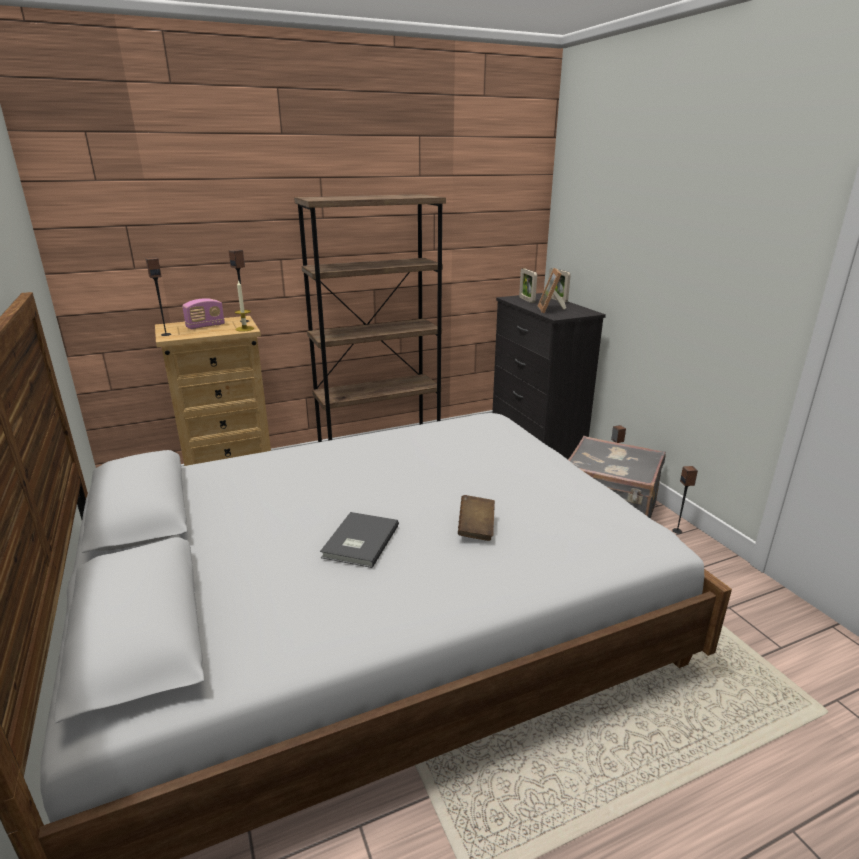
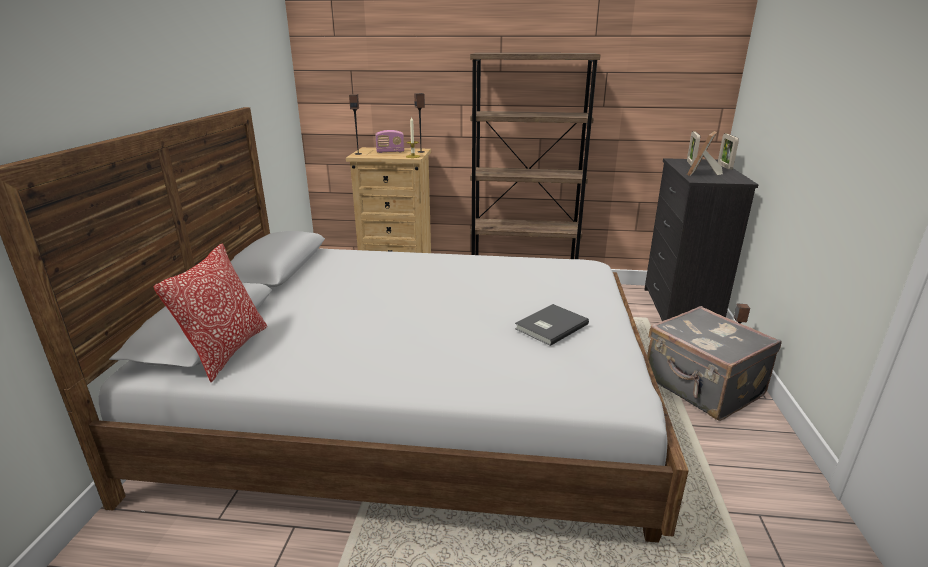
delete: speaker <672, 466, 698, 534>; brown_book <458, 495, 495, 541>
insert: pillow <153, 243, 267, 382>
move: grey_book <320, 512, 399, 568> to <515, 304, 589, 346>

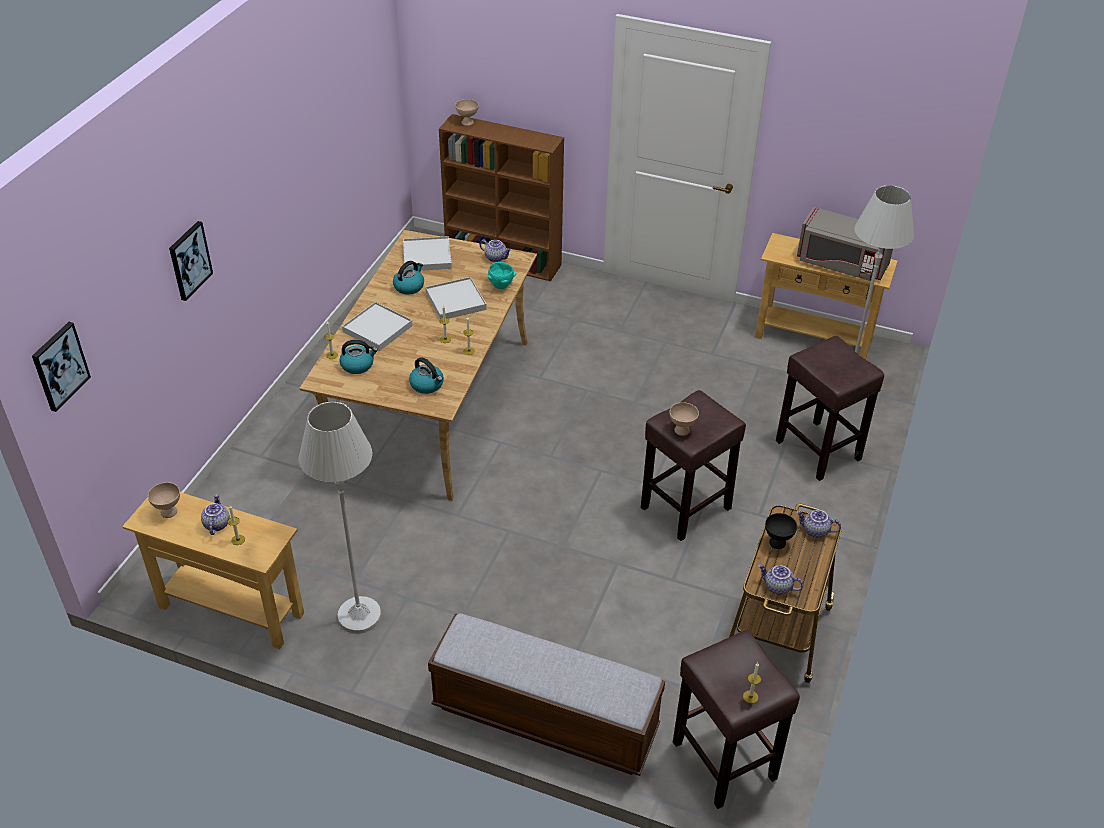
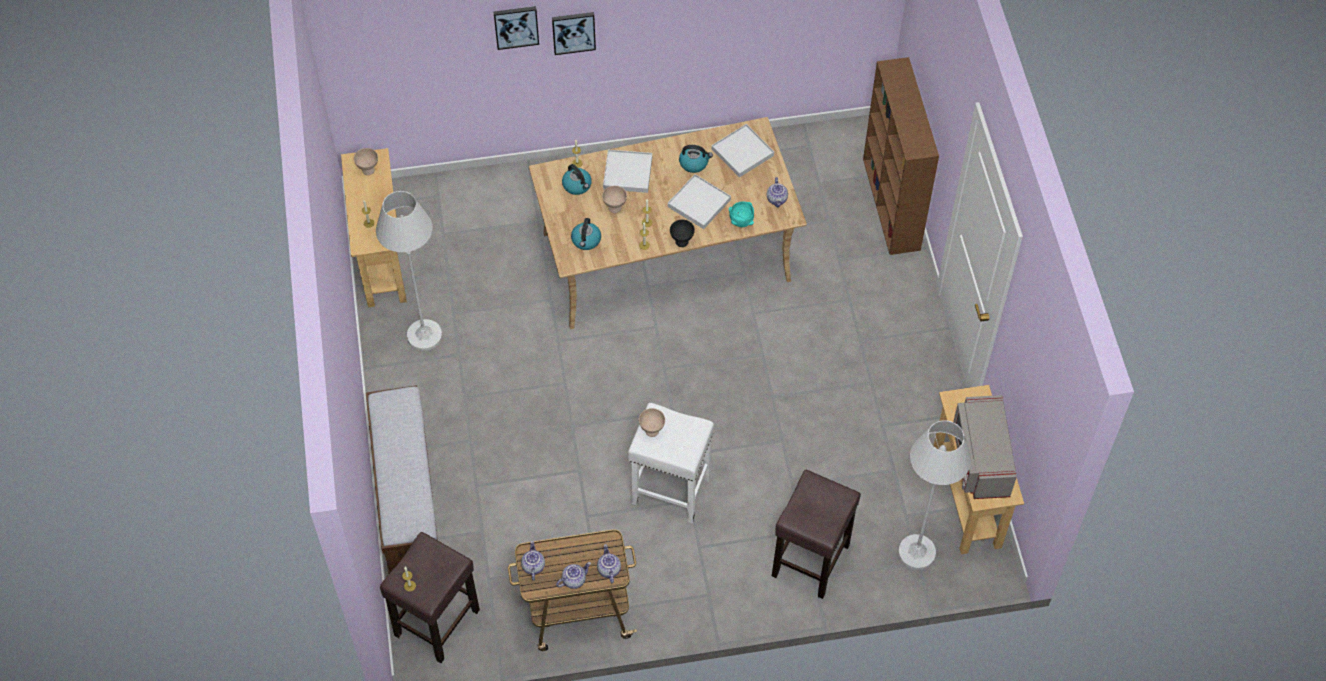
move: beige_bowl <455, 99, 479, 126> to <602, 186, 627, 213>; picture <32, 322, 91, 412> to <552, 12, 596, 55>; teapot <201, 494, 230, 535> to <556, 562, 591, 589>; black_bowl <765, 513, 797, 549> to <670, 220, 695, 247>
recolor: brown_stool <641, 390, 746, 541> to white_stool <628, 403, 714, 524>

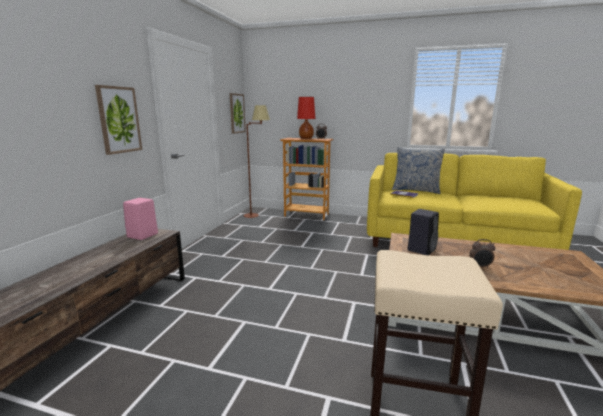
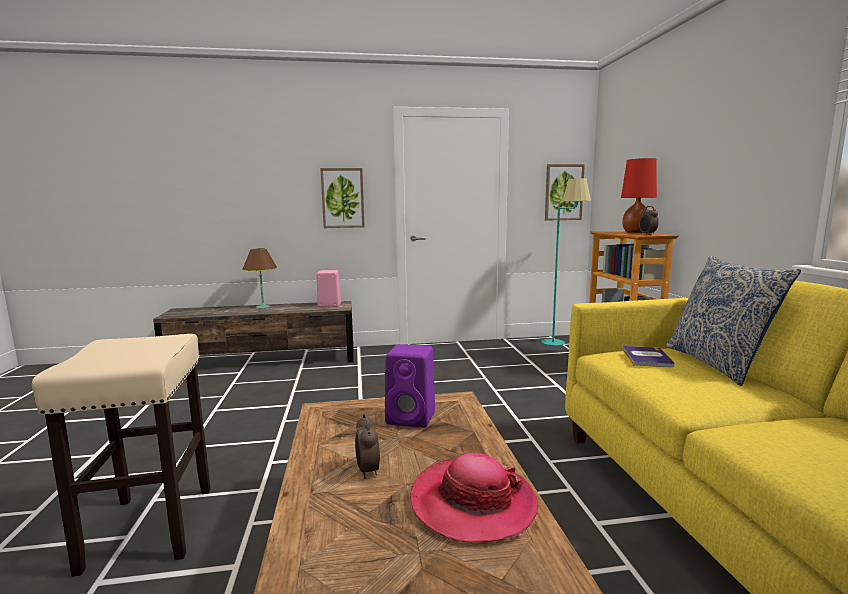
insert: brown_table_lamp <242, 248, 277, 308>; hat <410, 453, 538, 543>
recolor: brown_floor_lamp <244, 105, 270, 218> to turquoise_floor_lamp <541, 178, 591, 346>; black_speaker <408, 209, 439, 255> to purple_speaker <385, 344, 435, 428>

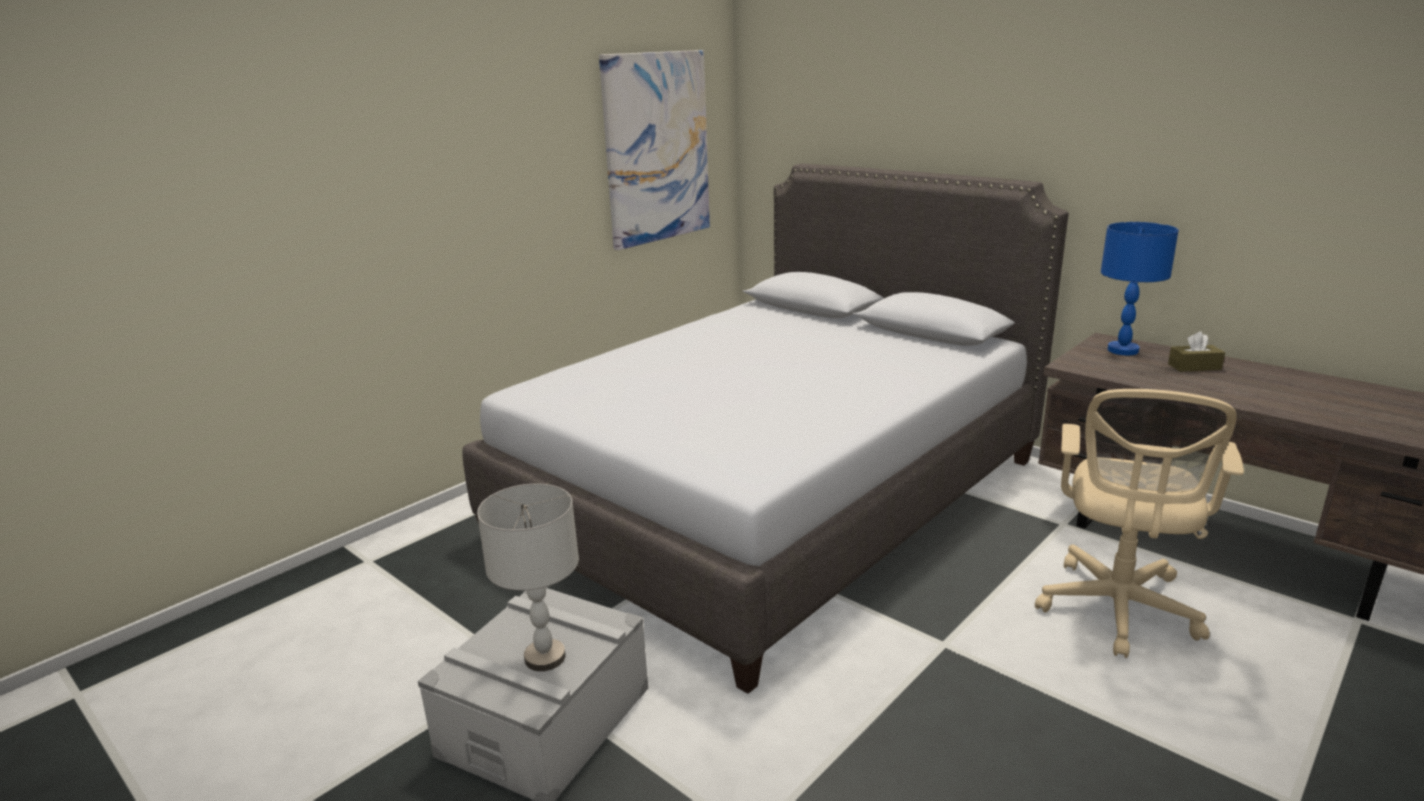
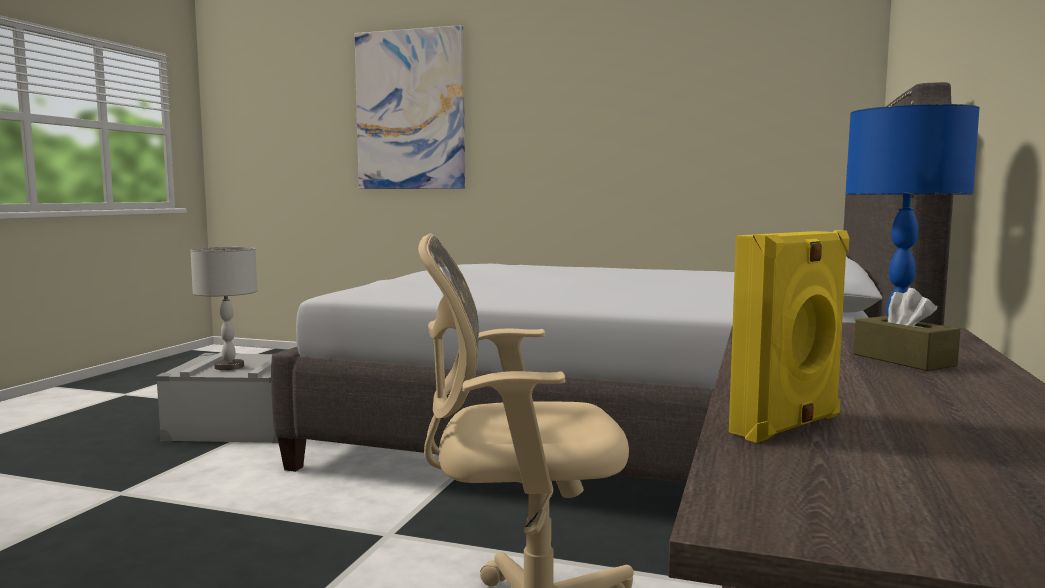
insert: yellow_speaker <729, 230, 849, 443>
move: picture <599, 50, 710, 250> to <355, 25, 465, 189>

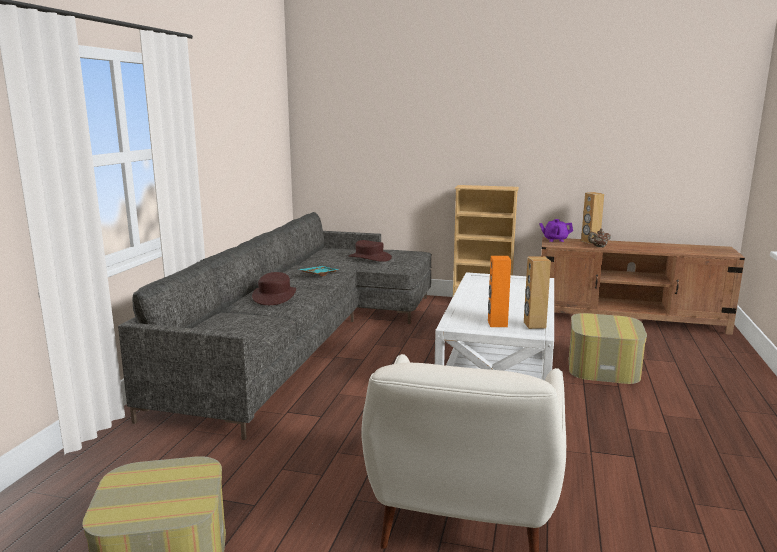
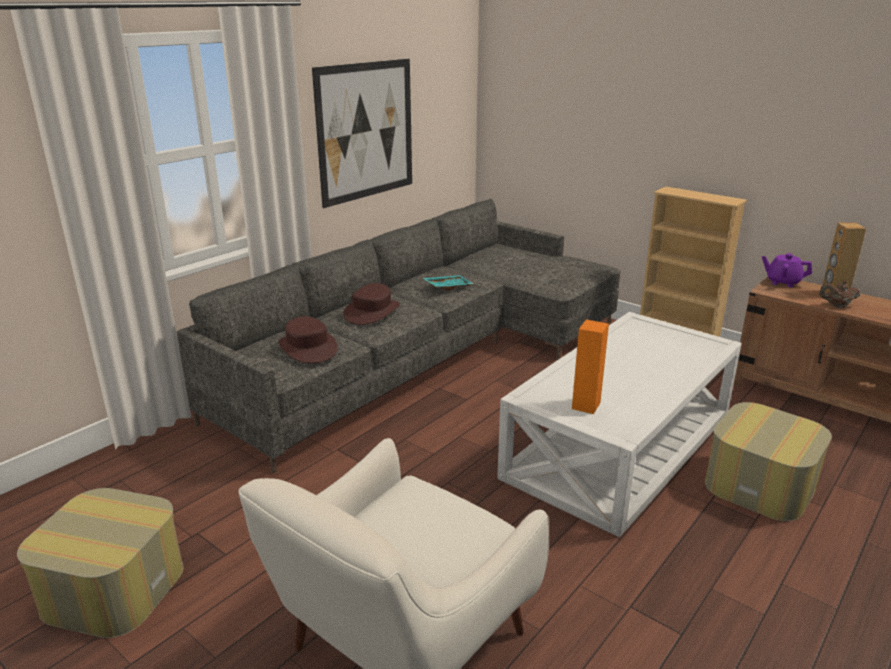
delete: brown_speaker <524, 256, 551, 329>
insert: picture <312, 59, 412, 208>
move: brown_hat <349, 240, 392, 262> to <278, 316, 338, 363>

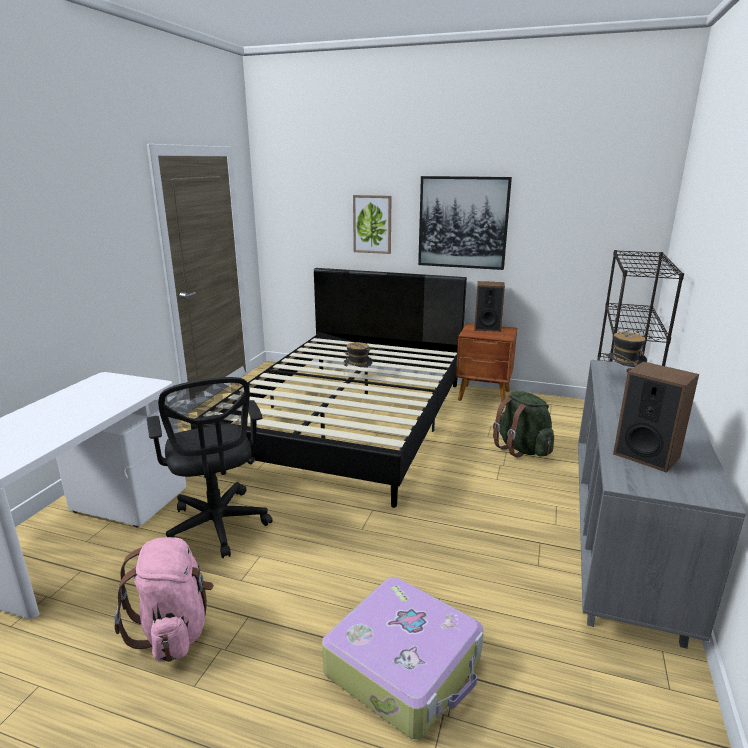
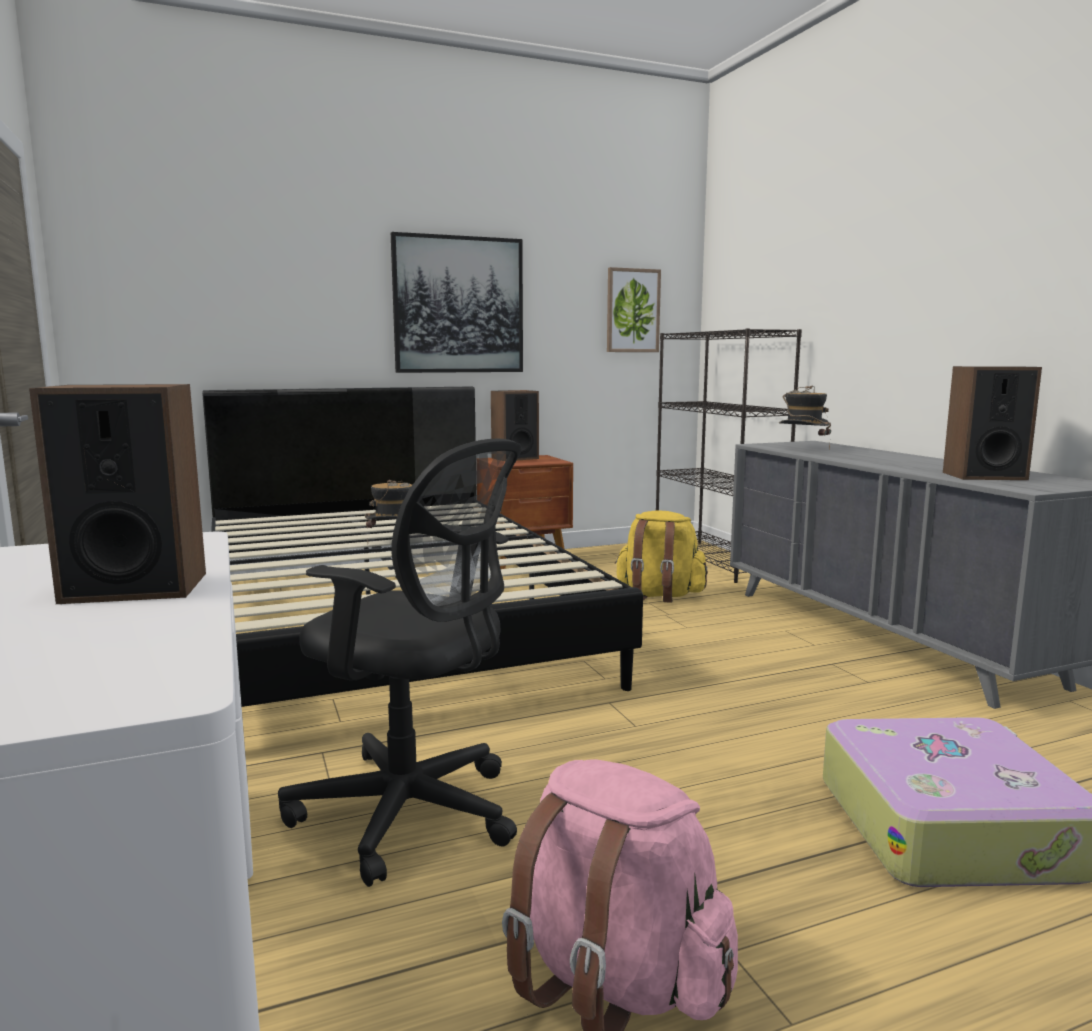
insert: speaker <29, 384, 206, 604>
move: picture <353, 195, 392, 254> to <607, 267, 661, 352>
recolor: green_backpack <493, 391, 554, 458> to yellow_backpack <614, 510, 708, 603>

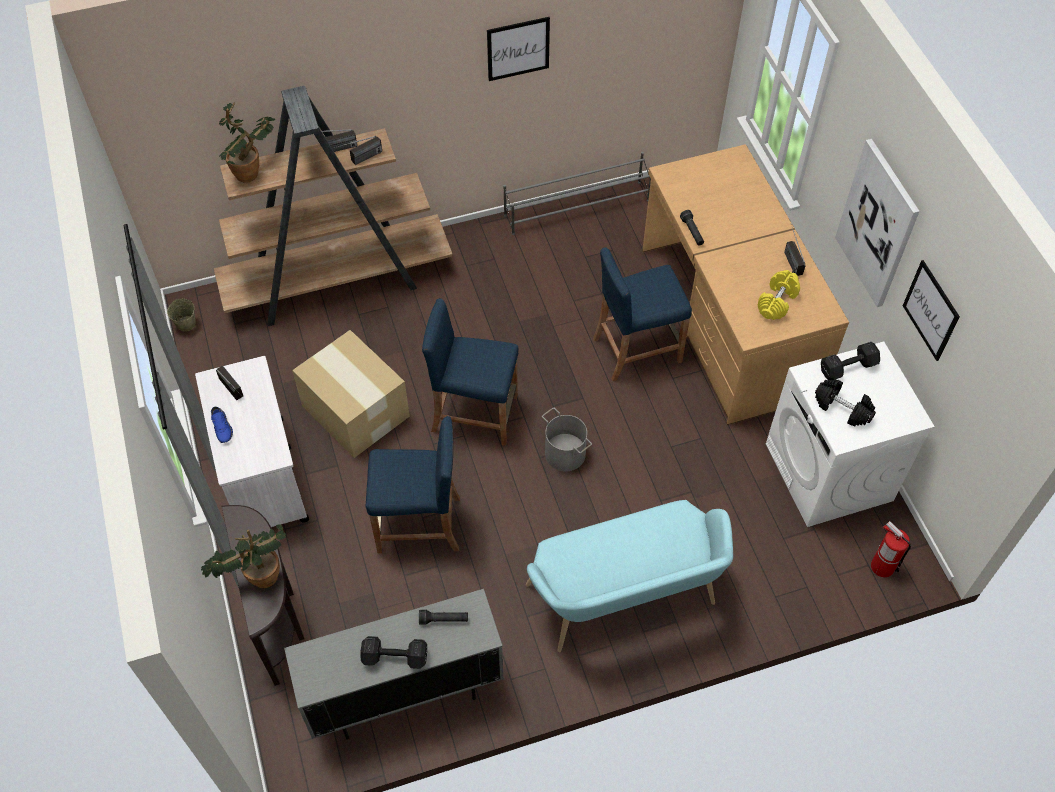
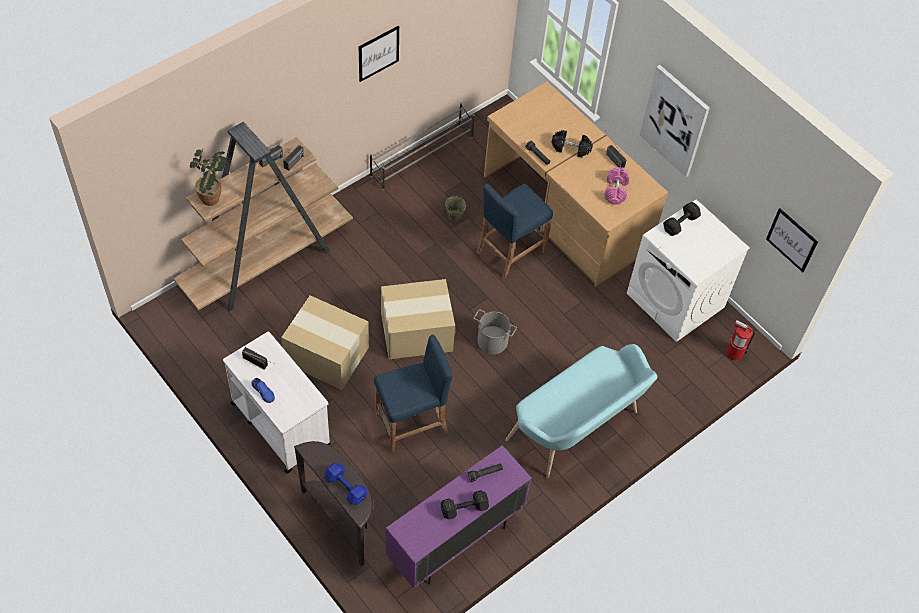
move: picture <903, 260, 960, 361> to <766, 208, 818, 272>; beige_bucket <167, 298, 196, 332> to <445, 195, 466, 221>; black_dumbbell <815, 379, 876, 427> to <551, 130, 593, 157>
replace: blue_stool <422, 298, 518, 446> to cardboard_box <381, 279, 455, 359>; potted_plant <201, 524, 286, 588> to blue_dumbbell <324, 463, 368, 504>
recolor: yellow_dumbbell <758, 270, 800, 320> to pink_dumbbell <605, 167, 630, 205>; grey_cabinet <284, 589, 504, 740> to purple_cabinet <386, 445, 532, 589>

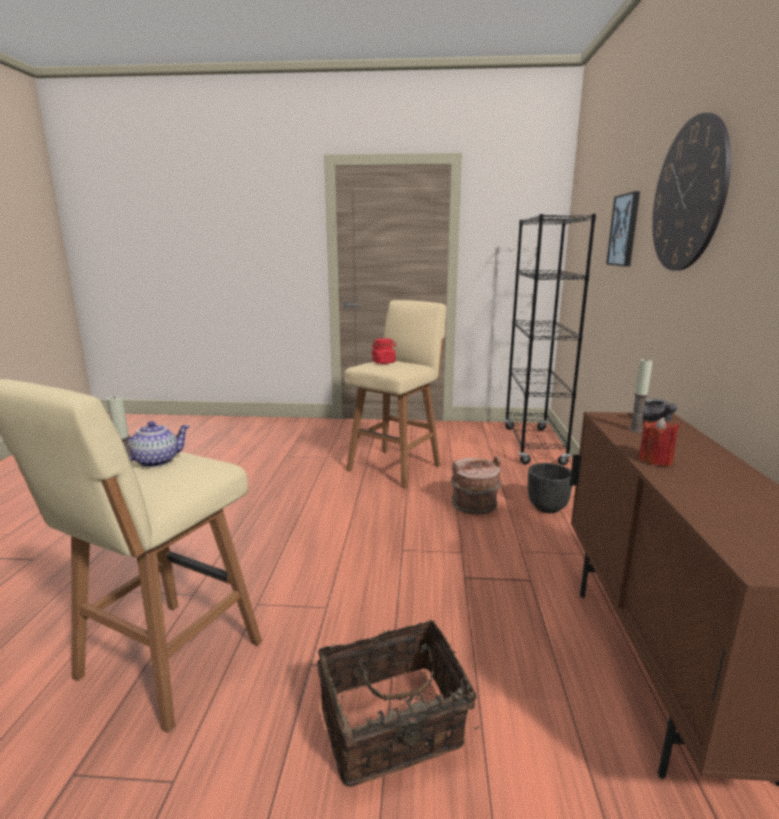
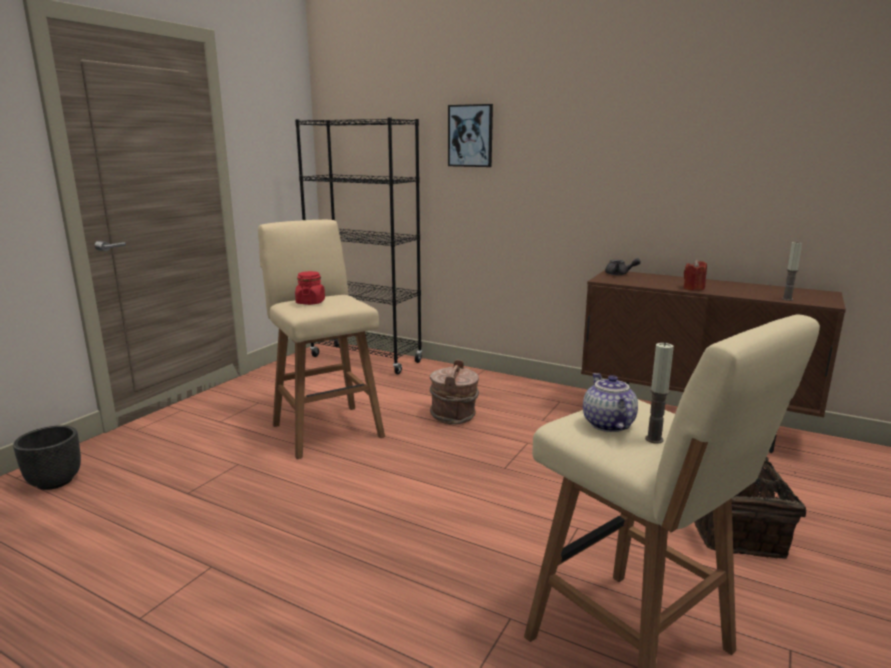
delete: wall_clock <652, 113, 731, 271>
move: candle <629, 358, 653, 432> to <782, 241, 802, 301>; black_planter <528, 463, 573, 513> to <13, 425, 81, 490>

